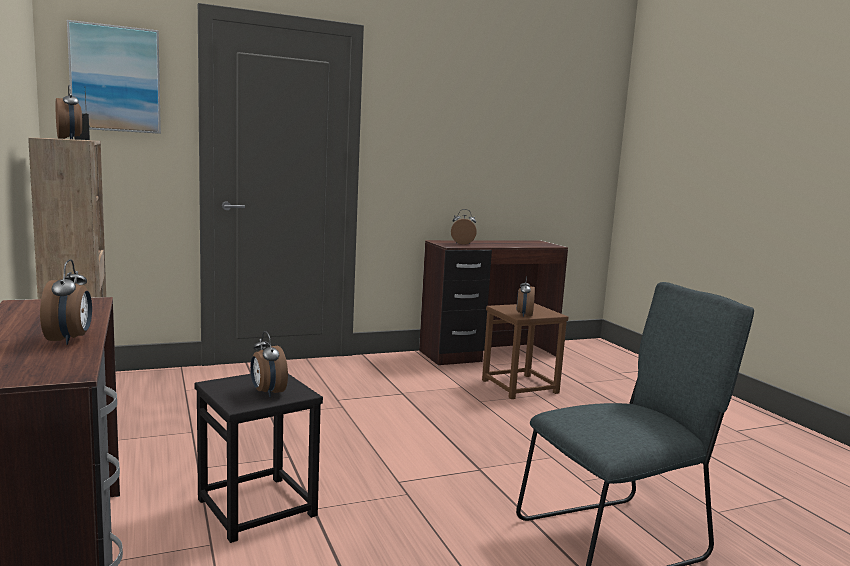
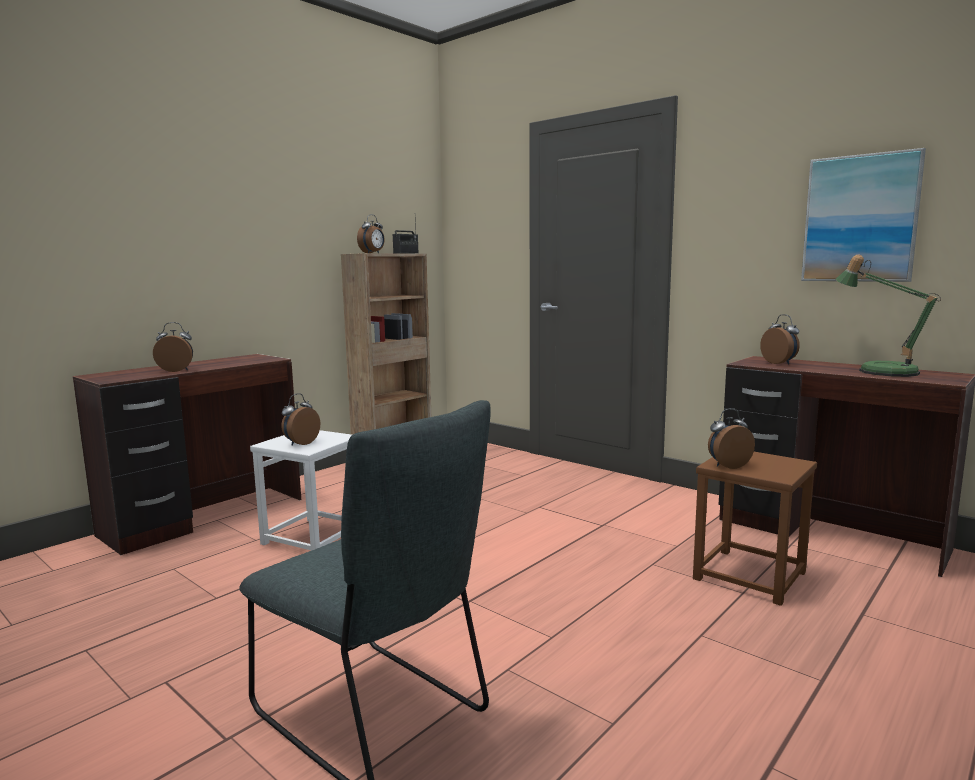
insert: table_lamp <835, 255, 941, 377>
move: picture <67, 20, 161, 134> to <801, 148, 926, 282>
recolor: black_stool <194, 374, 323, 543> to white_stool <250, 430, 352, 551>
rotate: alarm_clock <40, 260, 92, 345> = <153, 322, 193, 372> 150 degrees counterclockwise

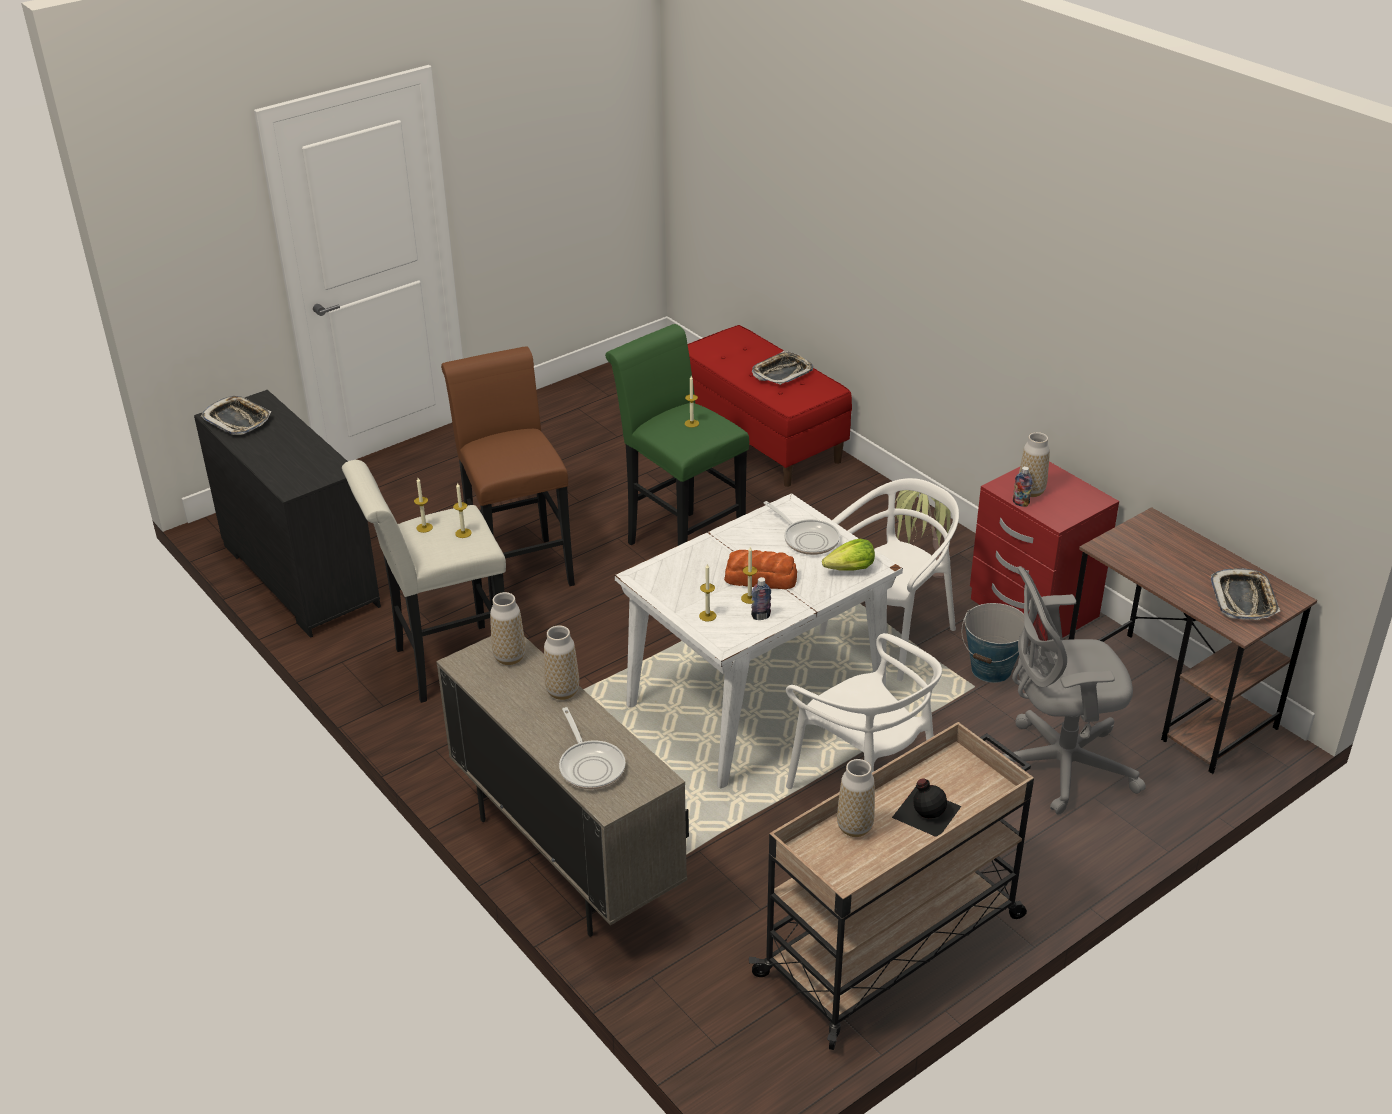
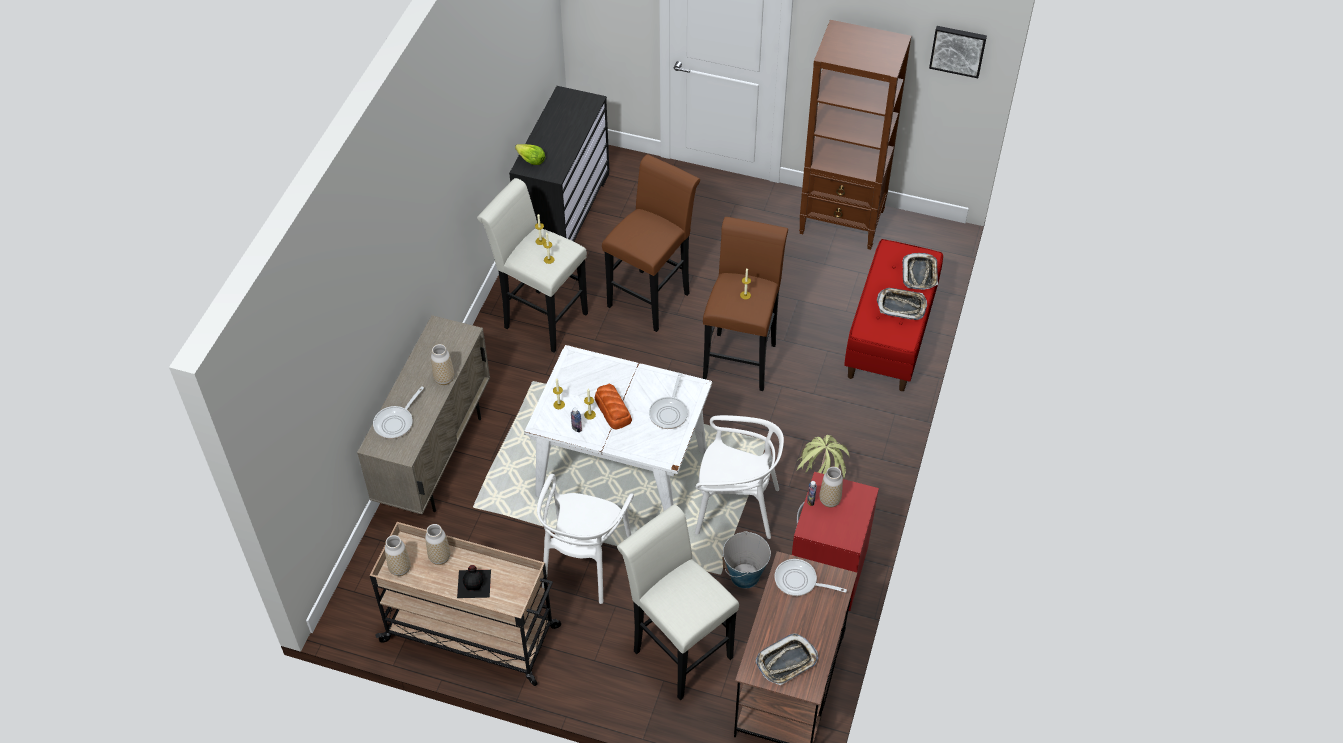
insert: brown_bookcase <799, 20, 911, 250>; picture <929, 26, 987, 78>; frying_pan <775, 559, 847, 596>
move: tray <201, 396, 272, 435> to <903, 253, 938, 290>; lettuce <822, 539, 875, 571> to <515, 144, 545, 165>; vase <490, 592, 526, 665> to <385, 535, 411, 576>
replace: grey_office_chair <1003, 566, 1146, 815> to white_stool <617, 504, 739, 700>
recolor: green_stool <605, 324, 749, 546> to brown_stool <703, 217, 788, 391>

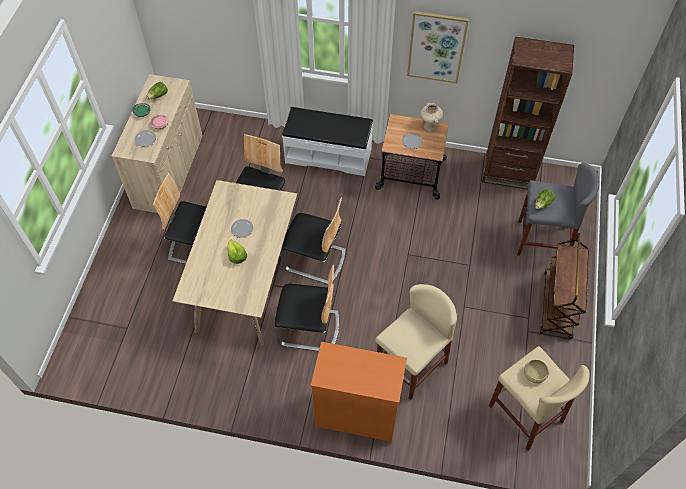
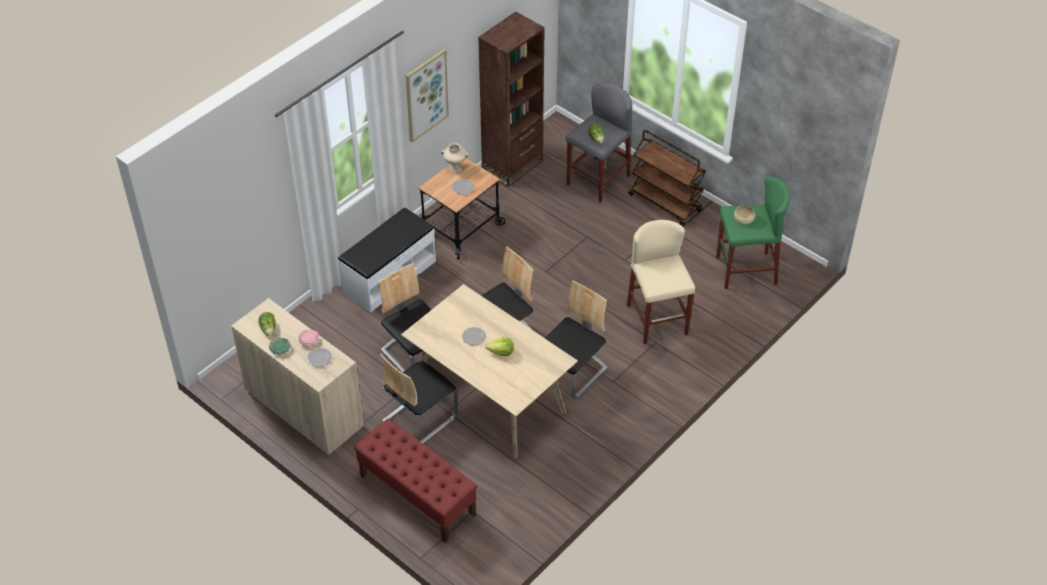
delete: orange_dresser <311, 342, 407, 444>
insert: red_bench <354, 419, 477, 543>
recolor: beige_stool <489, 346, 589, 451> to green_stool <716, 176, 790, 289>

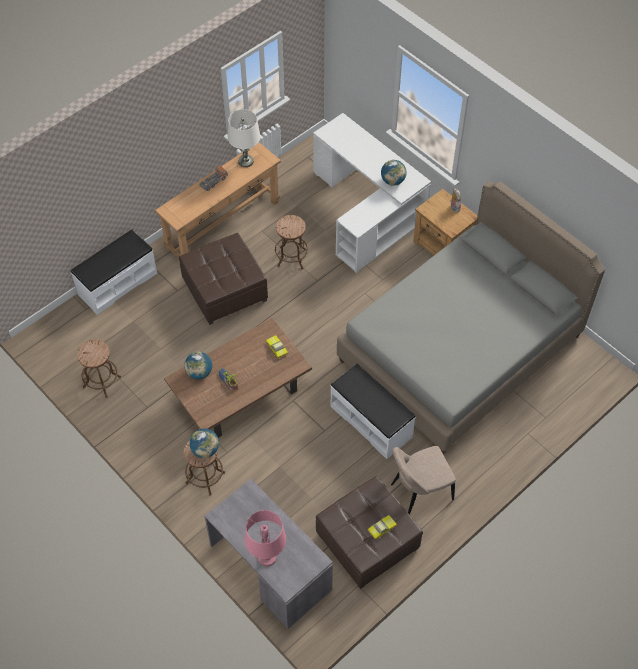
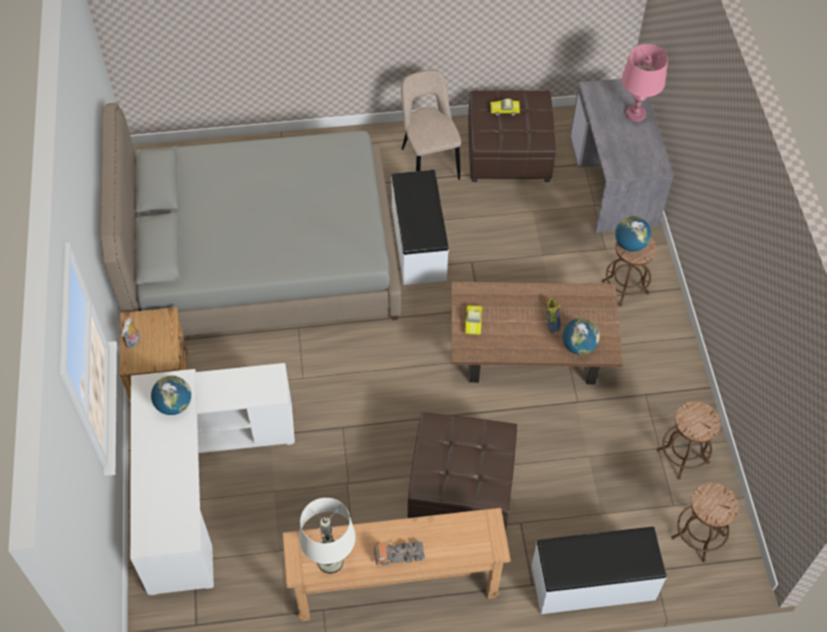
move: brown_stool <275, 215, 308, 269> to <671, 483, 739, 563>
rotate: beige_chair <391, 446, 456, 515> = <401, 70, 461, 180> 120 degrees counterclockwise

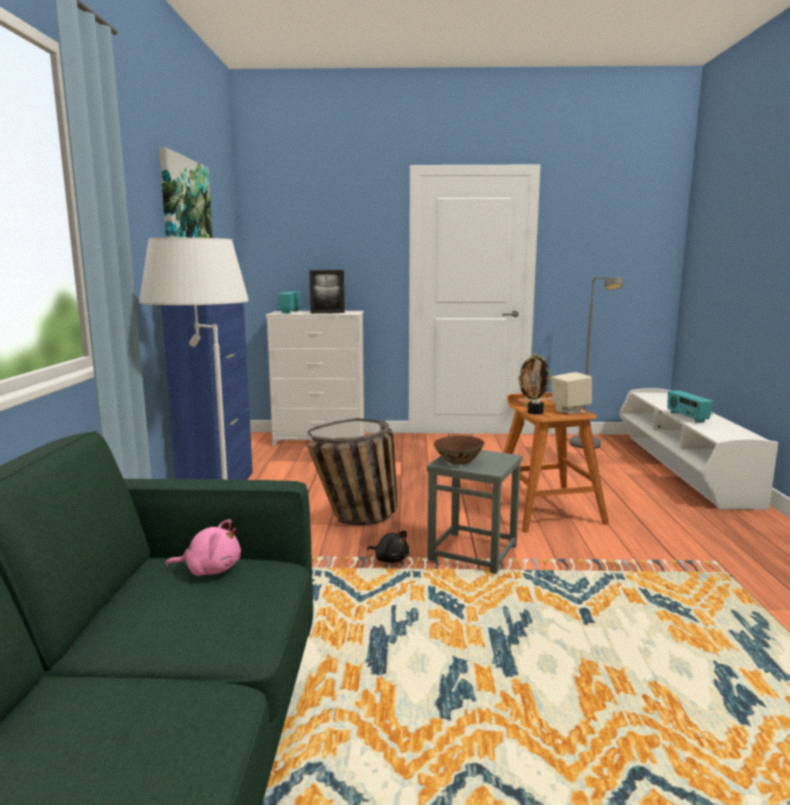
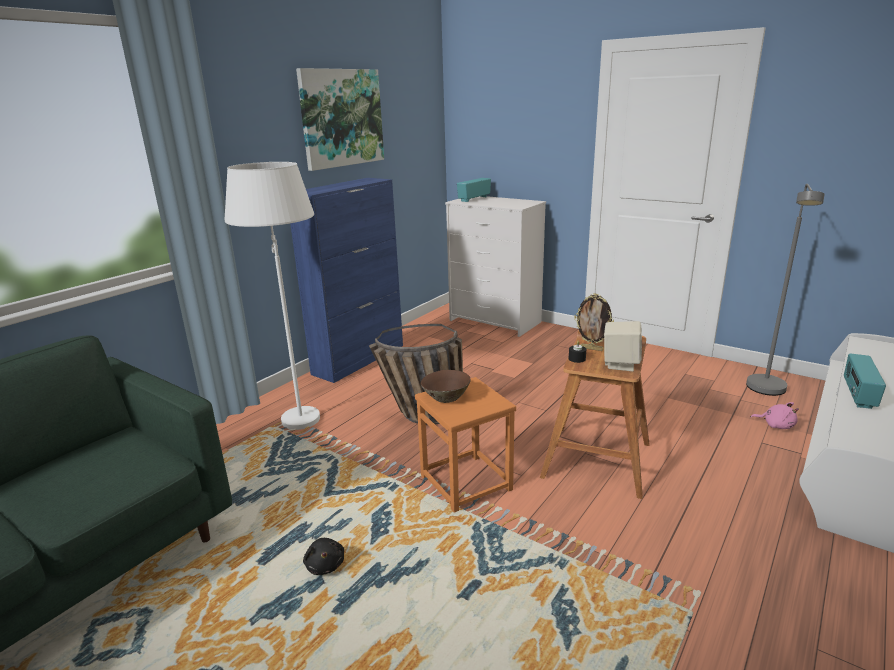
delete: picture_frame <309, 270, 345, 314>
move: pink_plush_toy <165, 519, 241, 576> to <751, 402, 799, 429>; black_plush_toy <367, 530, 409, 563> to <303, 538, 344, 575>
recolor: grey_stool <427, 450, 522, 574> to orange_stool <415, 377, 516, 513>

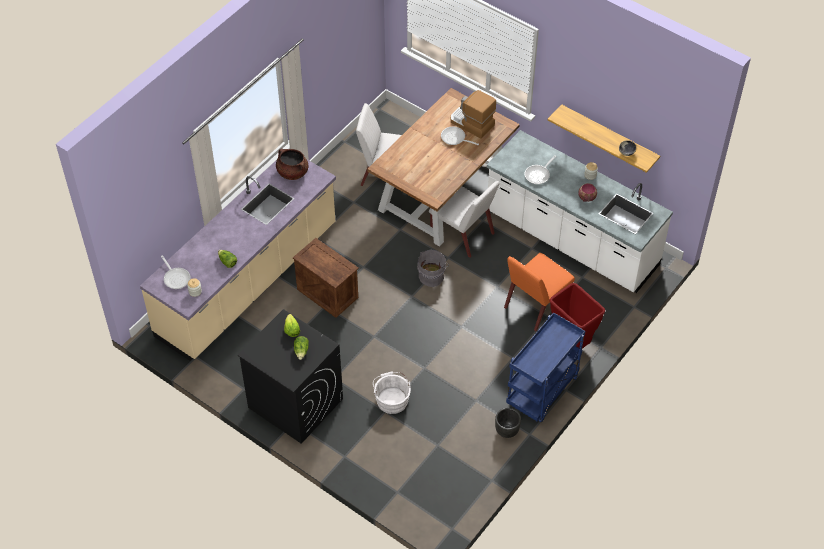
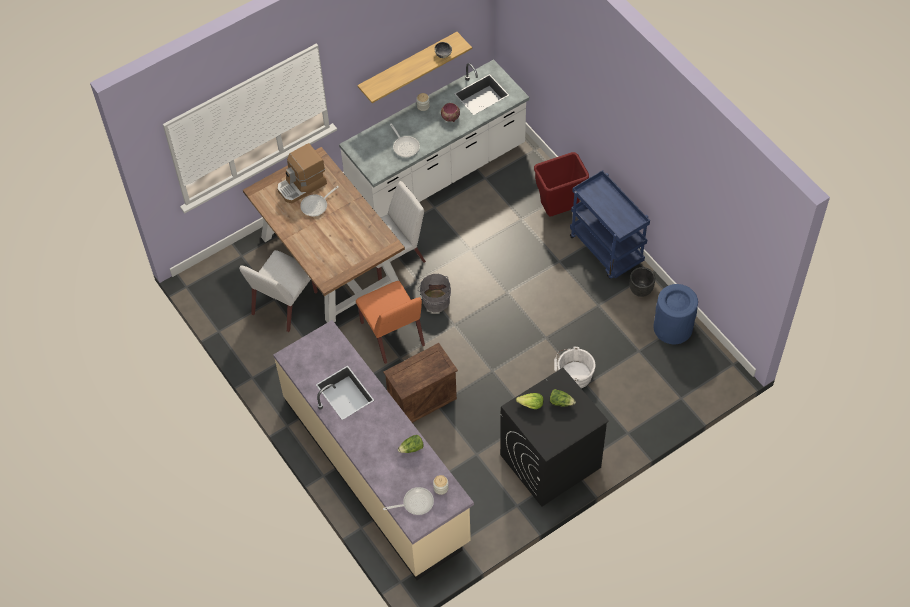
delete: brown_cooking_pot <276, 149, 309, 180>
insert: blue_trash_can <653, 284, 698, 344>
move: orange_chair <504, 253, 575, 331> to <356, 281, 425, 364>

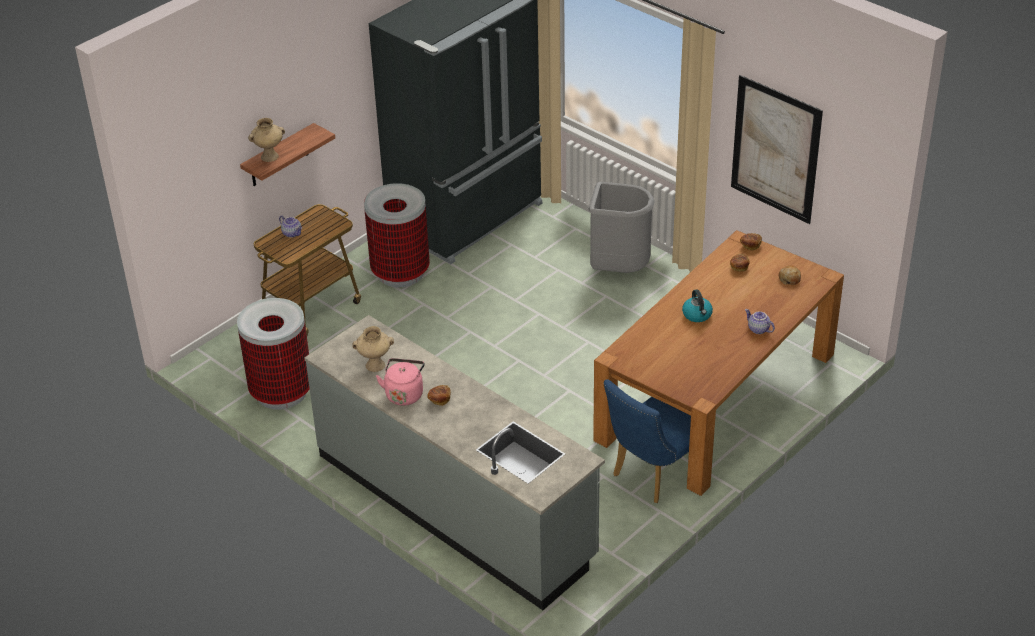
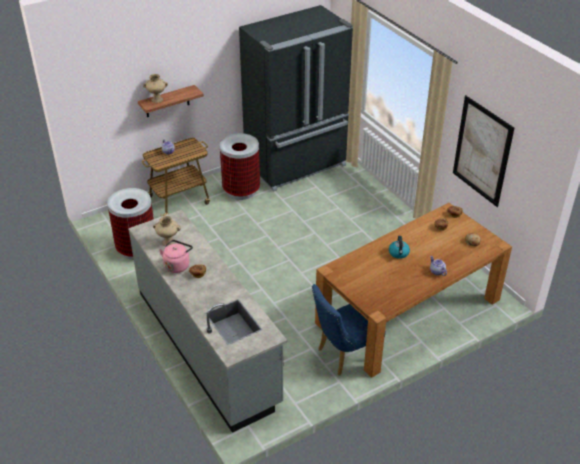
delete: grey_trash_can <588, 182, 655, 273>

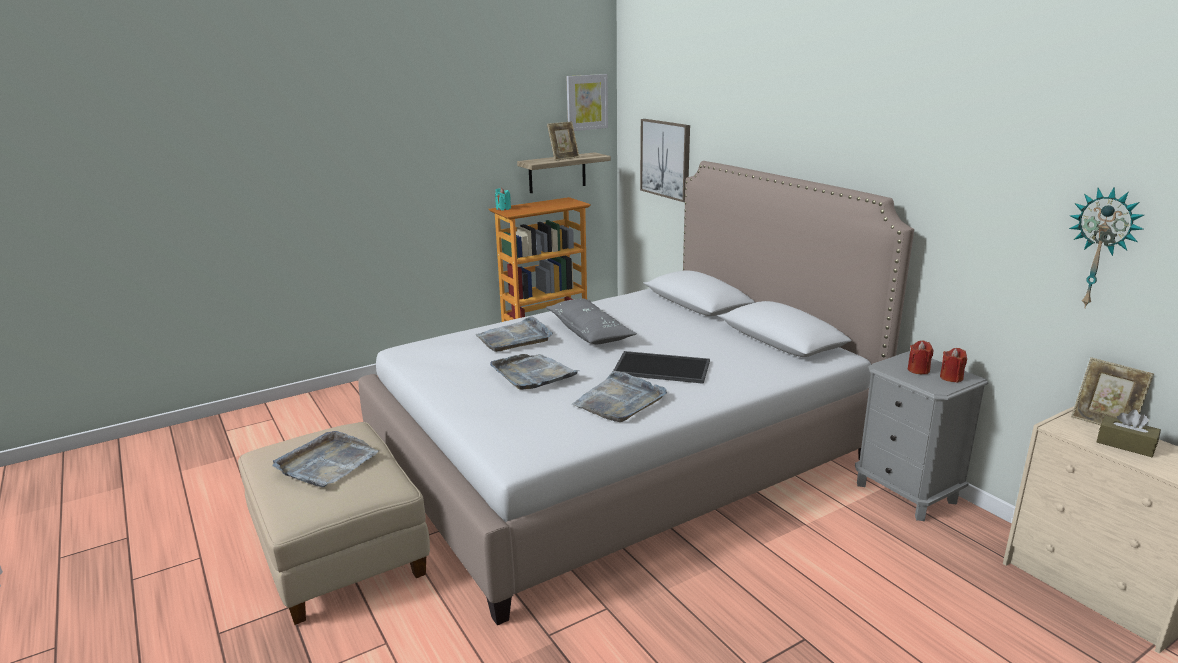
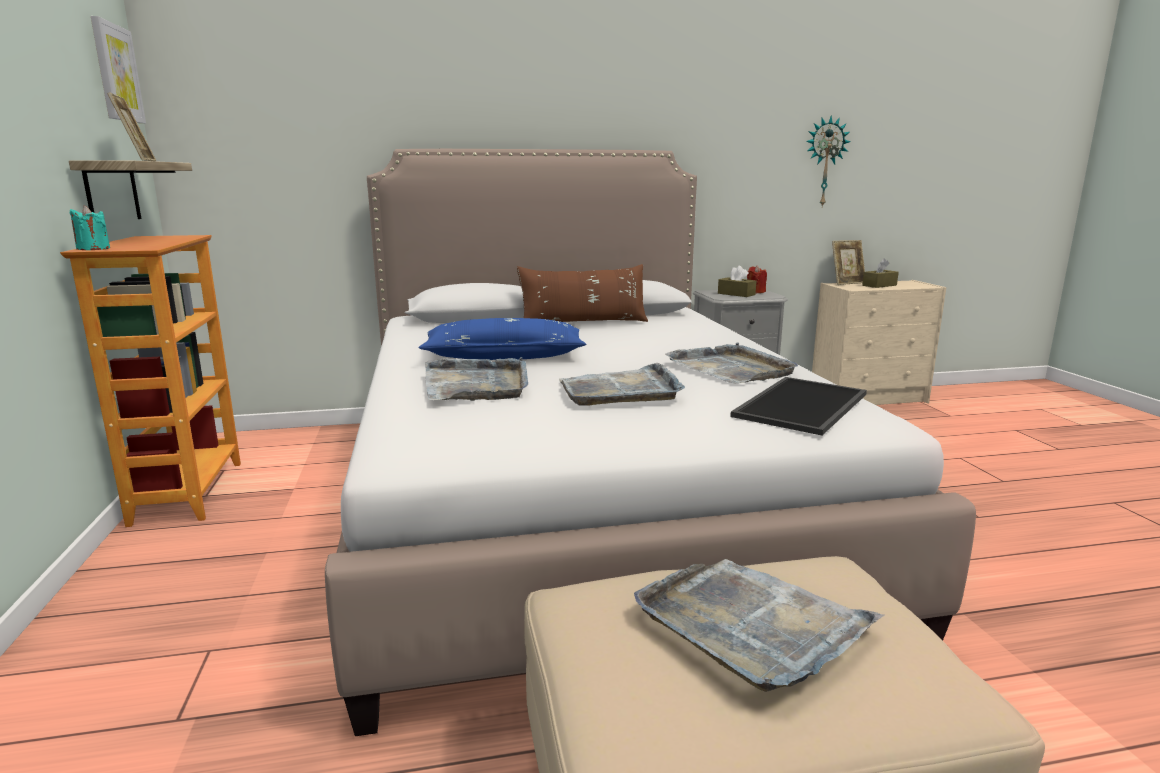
delete: picture <640, 119, 690, 202>
insert: brown_pillow <517, 264, 648, 322>
move: tray <613, 351, 710, 384> to <730, 377, 867, 435>
replace: red_candle <908, 341, 933, 374> to brown_tissue_box <718, 266, 756, 297>
recolor: grey_pillow <546, 298, 637, 344> to blue_pillow <418, 318, 586, 360>

